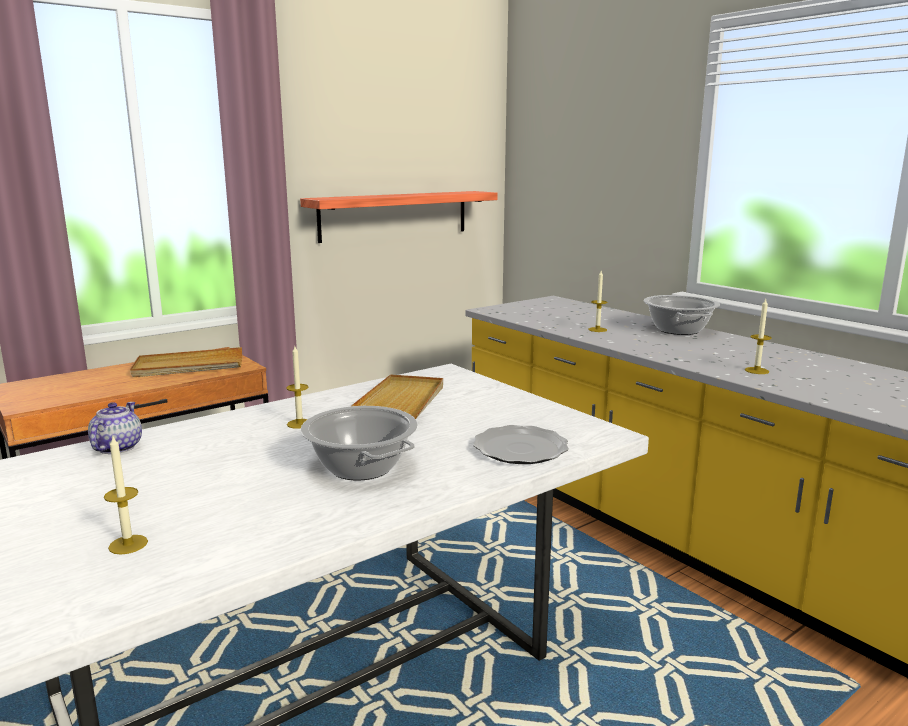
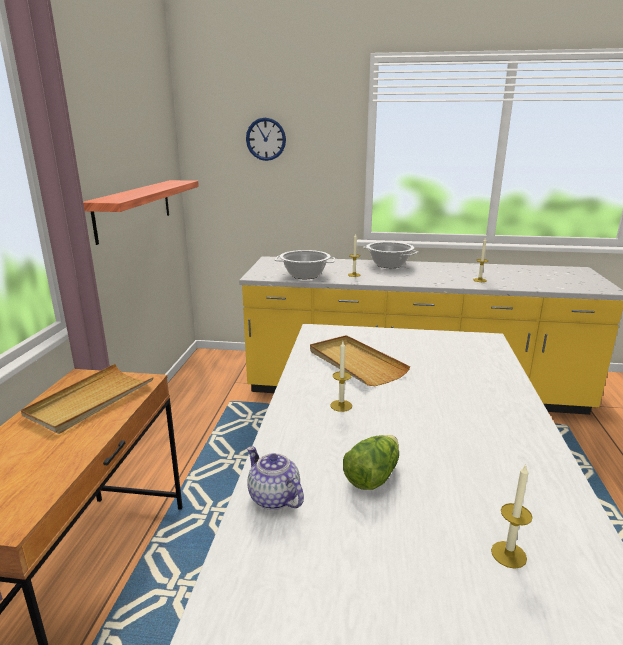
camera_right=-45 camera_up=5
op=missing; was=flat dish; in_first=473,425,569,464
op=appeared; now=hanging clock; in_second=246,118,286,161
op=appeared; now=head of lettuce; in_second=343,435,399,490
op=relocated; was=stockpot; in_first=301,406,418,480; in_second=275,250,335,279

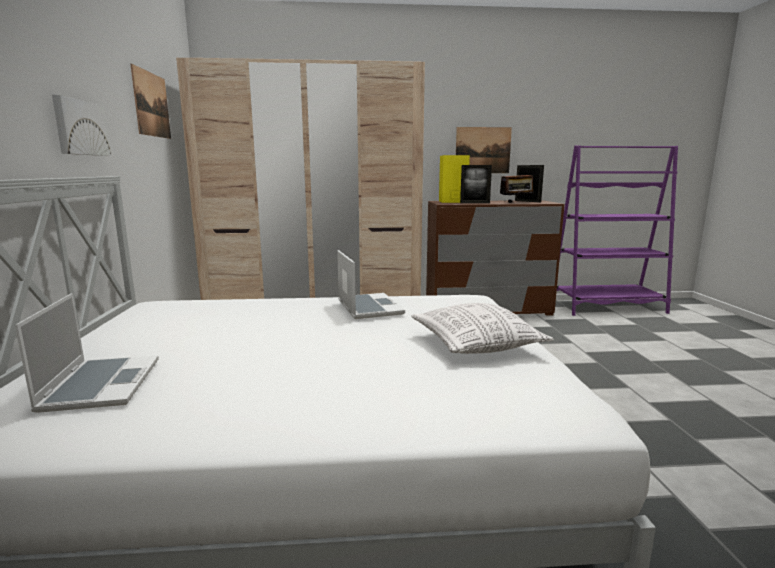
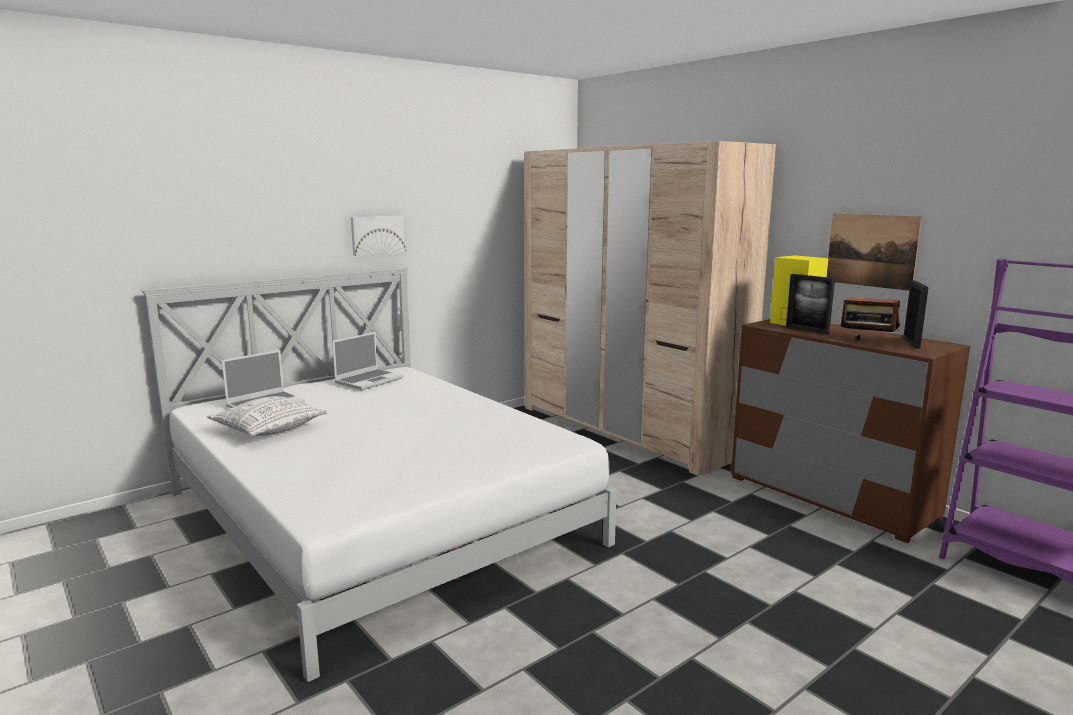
camera_right=55 camera_up=0
op=missing; was=picture; in_first=131,64,171,139
op=relocated; was=notebook computer; in_first=337,250,405,319; in_second=332,332,403,390
op=relocated; was=throw pillow; in_first=411,303,554,354; in_second=207,396,327,436

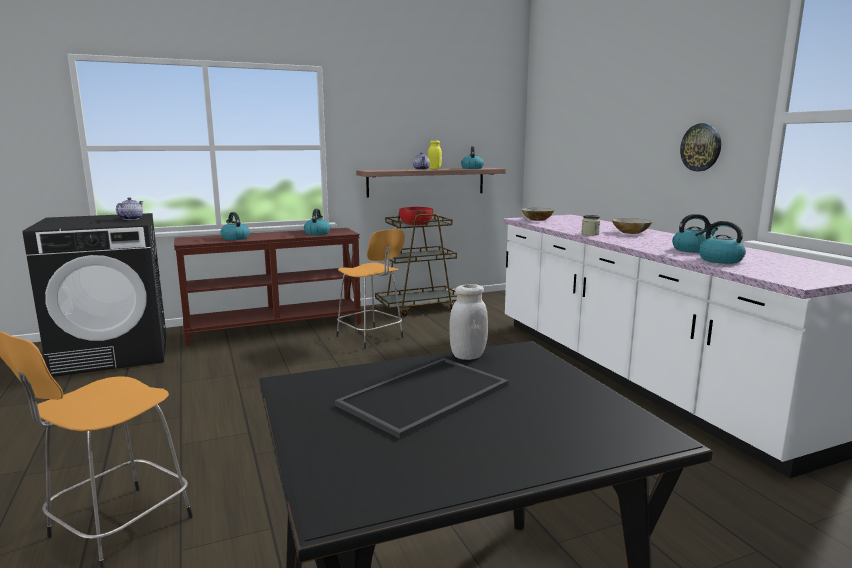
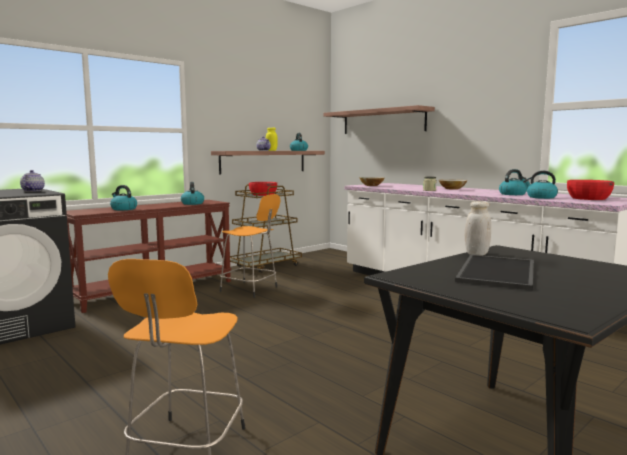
camera_right=-20 camera_up=-5
op=missing; was=hanging clock; in_first=680,123,721,171
op=appeared; now=bracket shelf; in_second=324,105,435,134
op=appeared; now=serving bowl in red-coloured; in_second=567,180,614,200

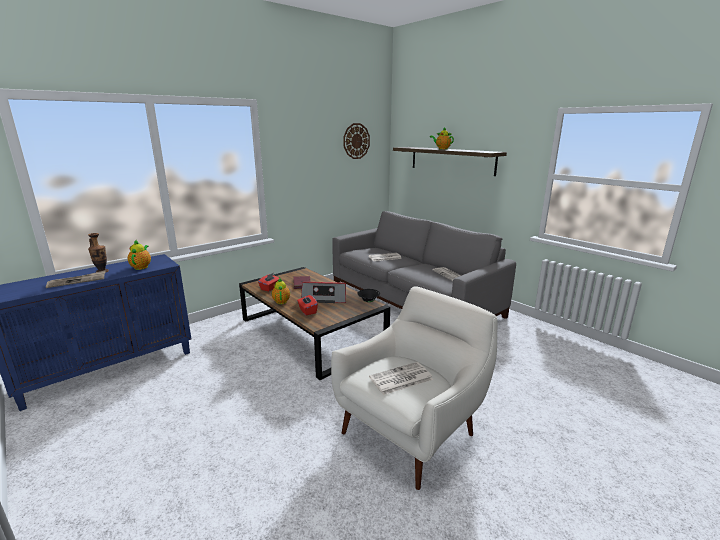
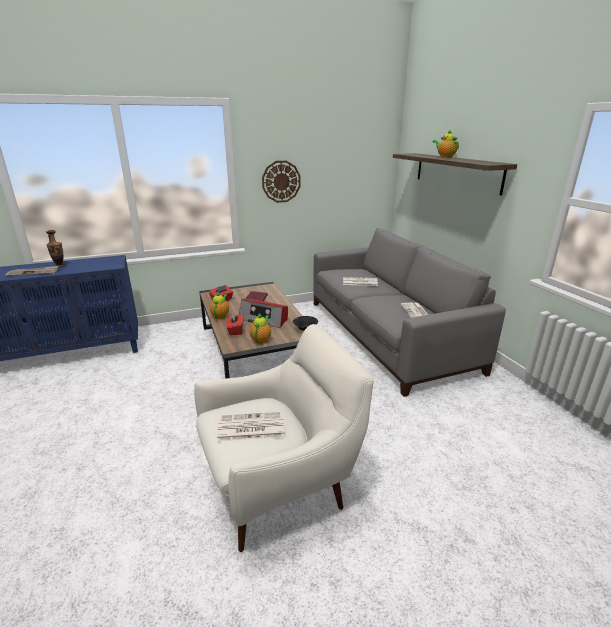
camera_right=20 camera_up=5
op=relocated; was=pot for tea; in_first=128,240,151,270; in_second=250,313,271,344
op=relocated; was=hanging clock; in_first=343,123,370,159; in_second=262,161,301,203

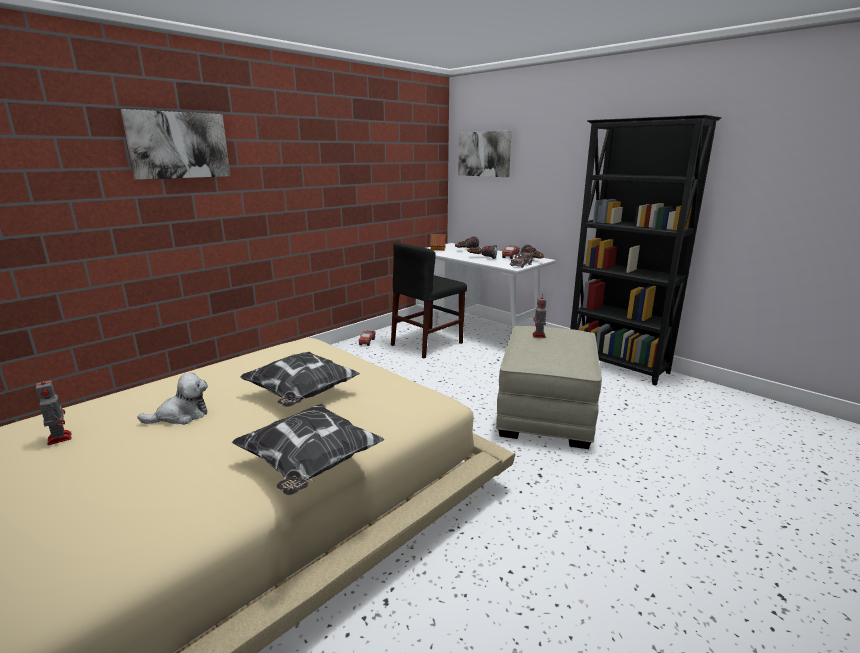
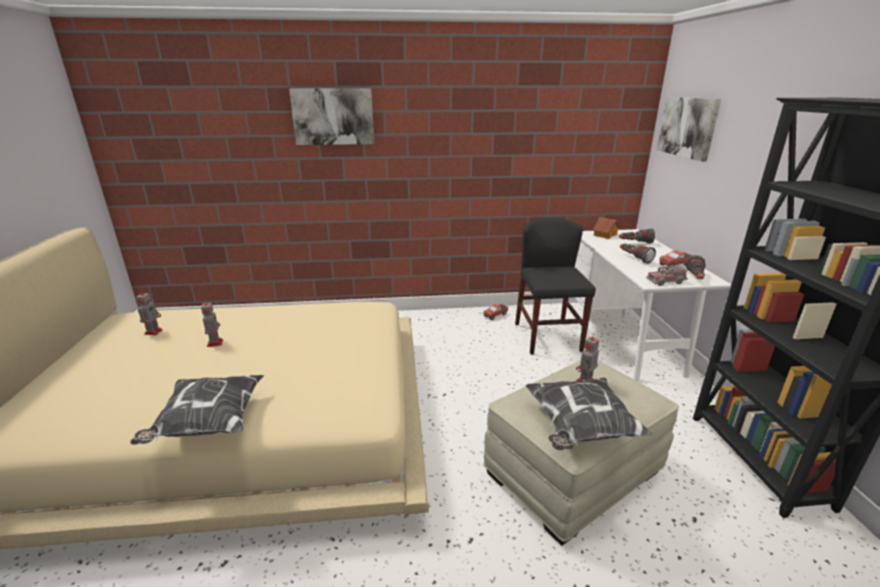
camera_right=40 camera_up=5
op=relocated; was=throw pillow; in_first=240,352,360,407; in_second=525,378,652,451
op=exchanged; was=plush toy; now=toy robot; in_first=138,373,208,425; in_second=201,300,223,347
op=spun; was=chair in black; in_first=391,242,467,358; in_second=515,218,596,355; clockwise=90

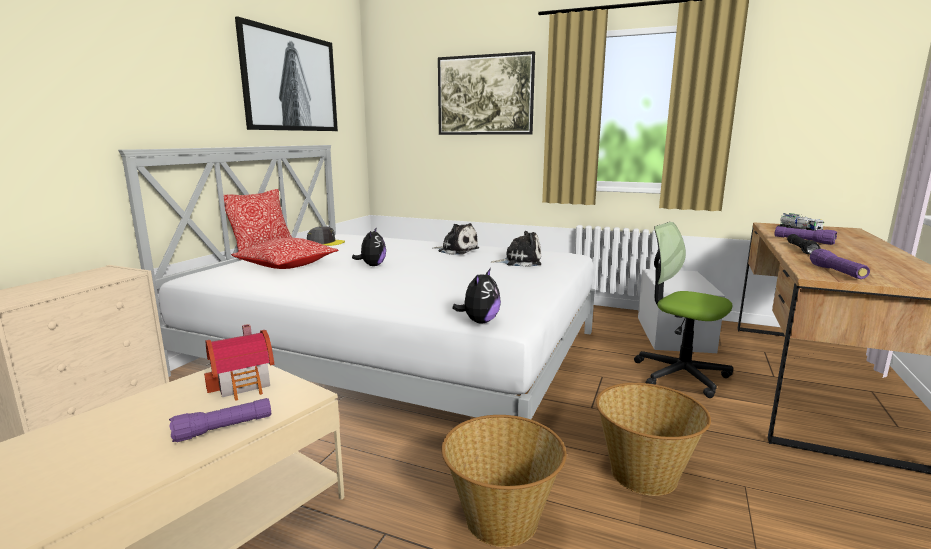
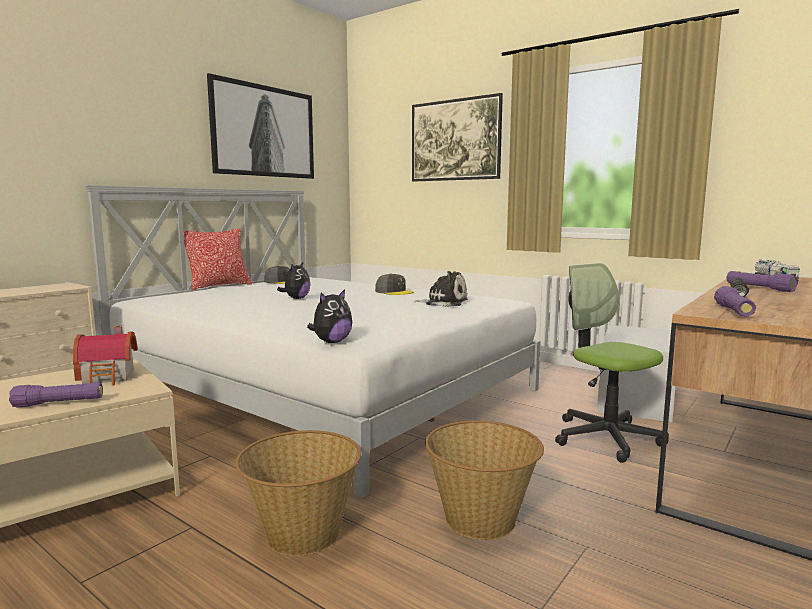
camera_right=15 camera_up=-5
op=missing; was=throw pillow; in_first=231,238,338,269
op=exchanged; was=plush toy; now=baseball cap in grey; in_first=433,223,479,255; in_second=375,274,414,295

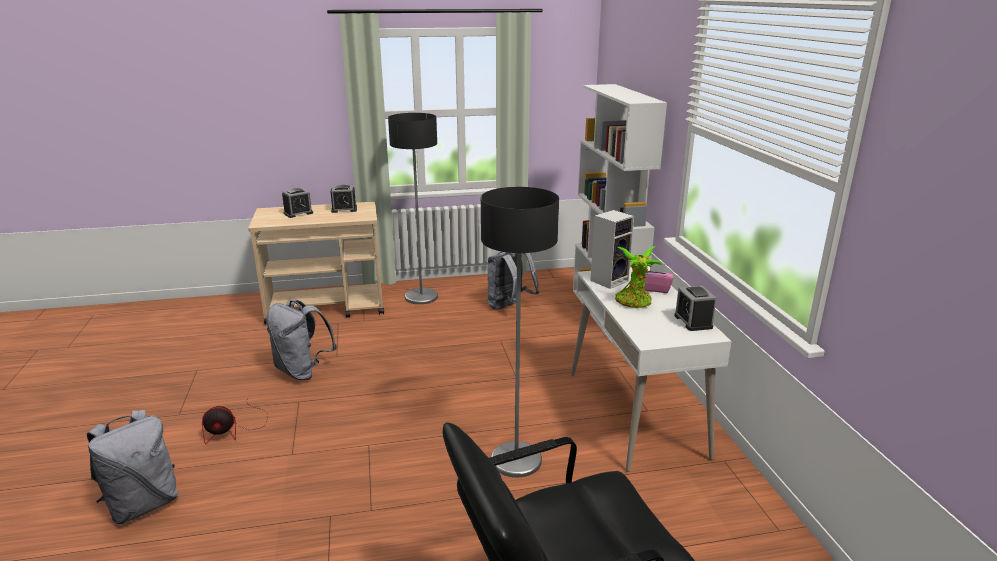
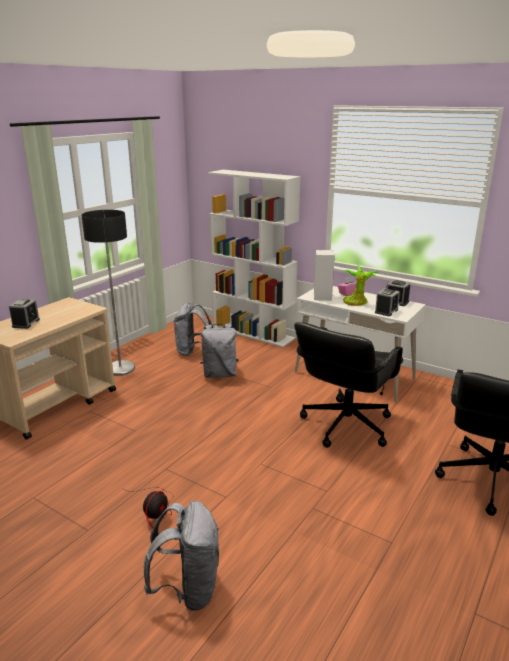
camera_right=-45 camera_up=0
op=relocated; was=knapsack in grey; in_first=266,300,337,380; in_second=200,323,239,378
op=relocated; was=table clock; in_first=331,185,357,213; in_second=375,288,400,316
op=exchanged; was=floor lamp; now=desk chair in black; in_first=481,187,559,477; in_second=294,322,403,448

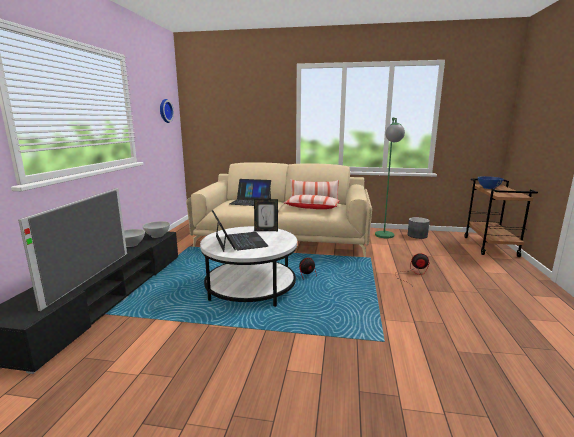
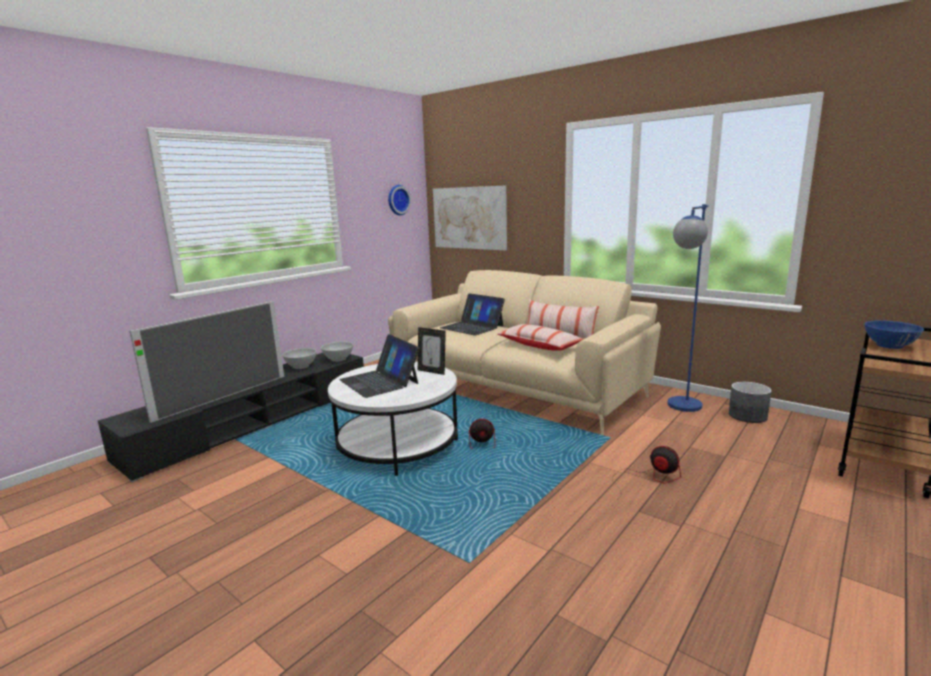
camera_right=30 camera_up=0
op=appeared; now=picture; in_second=433,186,507,250
op=colour; was=floor lamp in green-coloured; now=floor lamp in blue-coloured; in_first=375,117,405,238; in_second=667,204,709,412
op=spun; was=notebook computer; in_first=212,210,268,252; in_second=339,334,420,398; clockwise=135

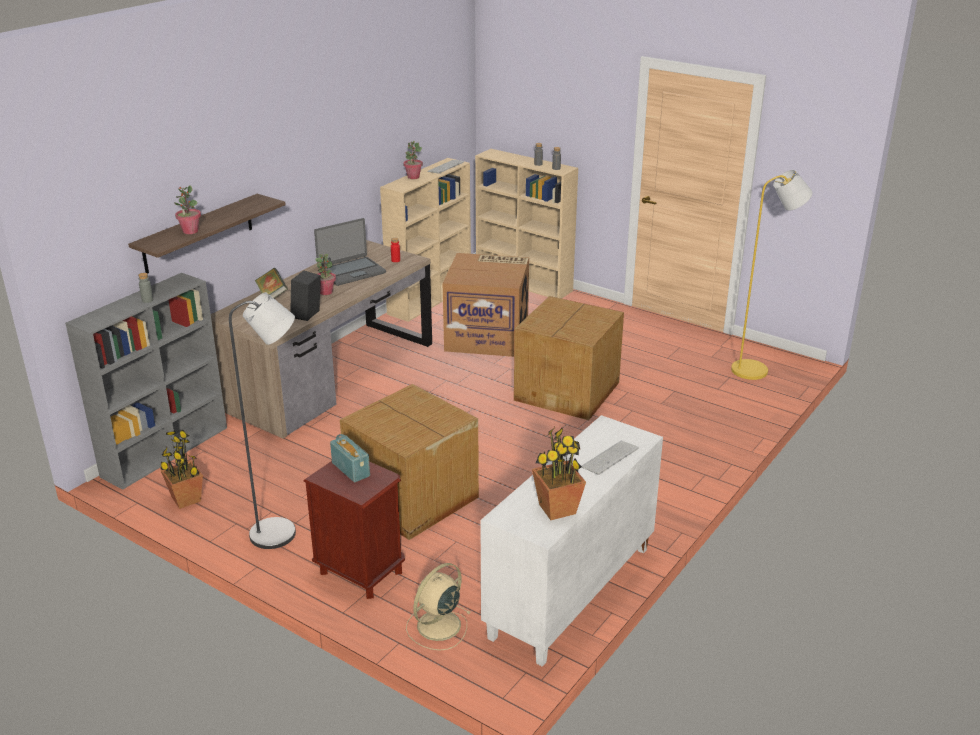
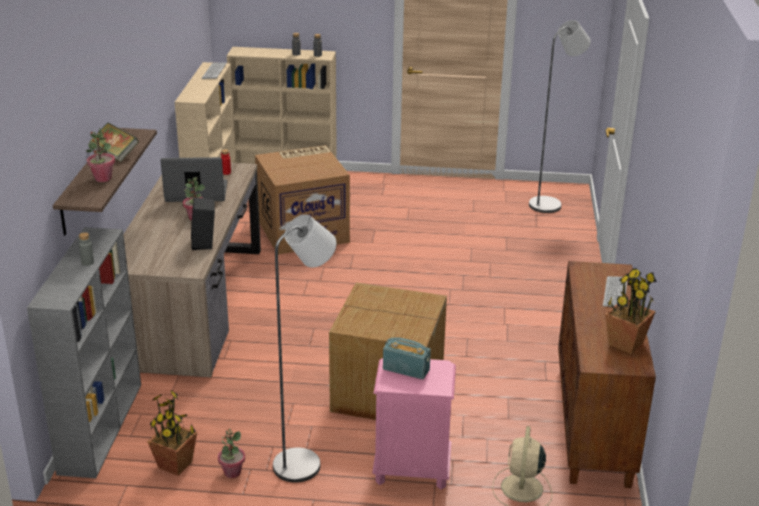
camera_right=-30 camera_up=0
op=missing; was=packing box; in_first=514,296,624,420
op=relocated; was=volume; in_first=255,268,288,298; in_second=89,122,139,162
op=relocated; was=plant in a pot; in_first=403,141,423,179; in_second=218,429,245,478
op=colour; was=night table in brownish; now=night table in pink; in_first=303,461,405,599; in_second=372,358,456,490
op=colour; was=storage cabinet in white; now=storage cabinet in brownish; in_first=480,415,663,667; in_second=558,261,656,488
op=colour; was=floor lamp in yellow; now=floor lamp in grey; in_first=731,170,813,380; in_second=529,20,591,213
op=spun; was=notebook computer; in_first=314,218,386,286; in_second=160,157,227,202; clockwise=-120

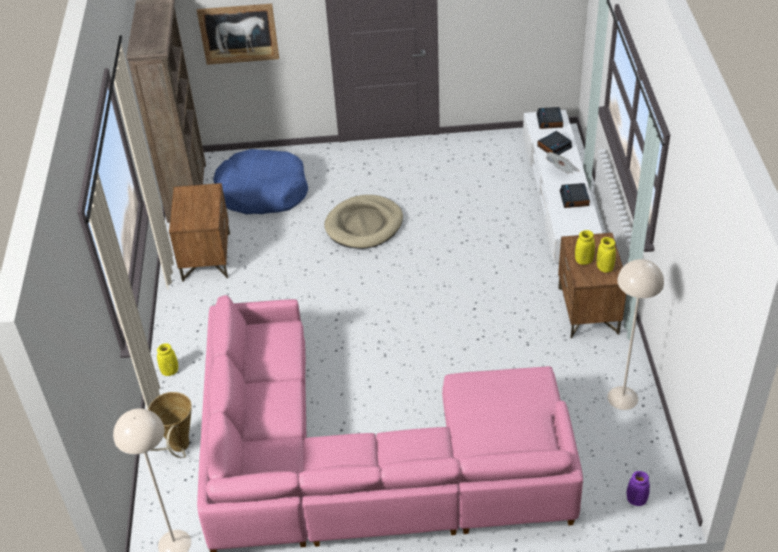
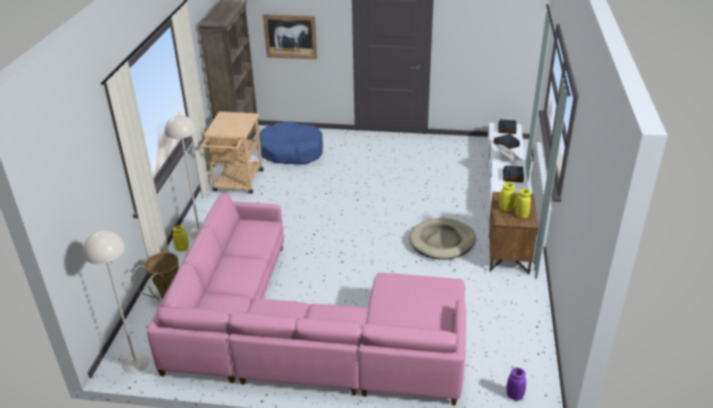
camera_right=10 camera_up=-10
op=relocated; was=pet bed in sand-coloured; in_first=324,195,403,249; in_second=409,218,476,259
op=relocated; was=floor lamp in sand-coloured; in_first=607,259,664,410; in_second=165,115,202,238
op=exchanged; was=night table in brownish; now=wheeled cart in sand-coloured; in_first=169,183,230,282; in_second=201,112,264,194

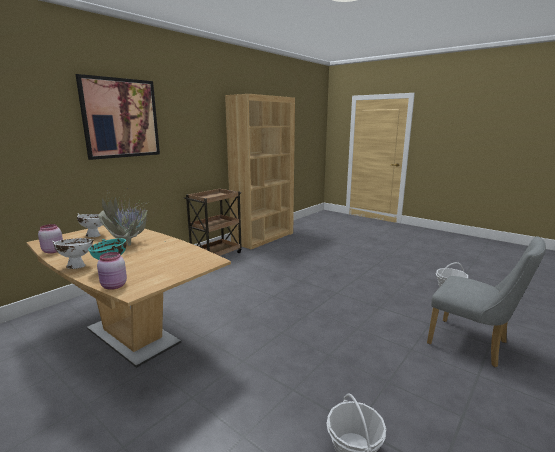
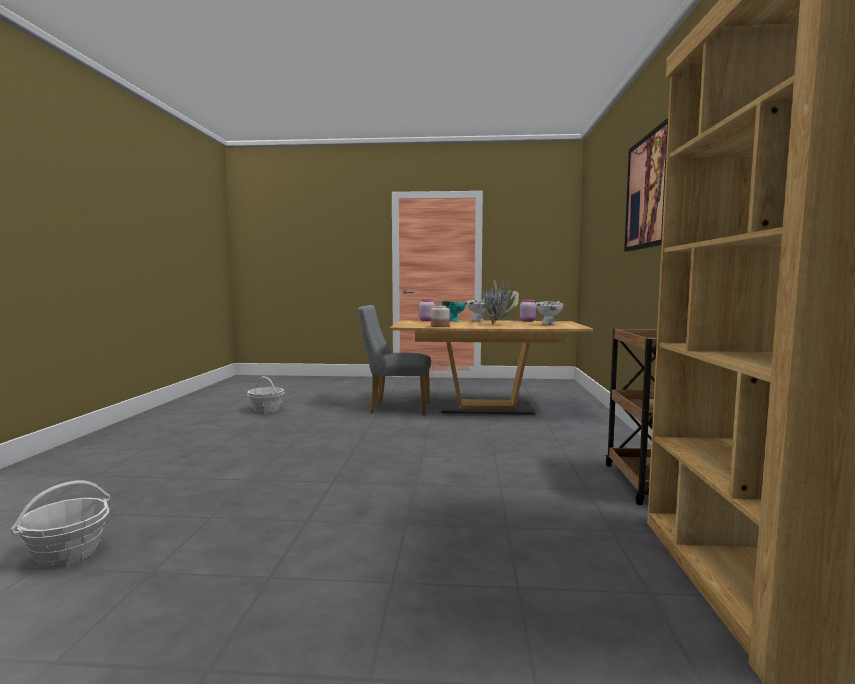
camera_right=145 camera_up=-10
op=appeared; now=jar; in_second=431,306,450,327
op=relocated; was=chair in grey; in_first=427,236,546,367; in_second=358,305,431,415

